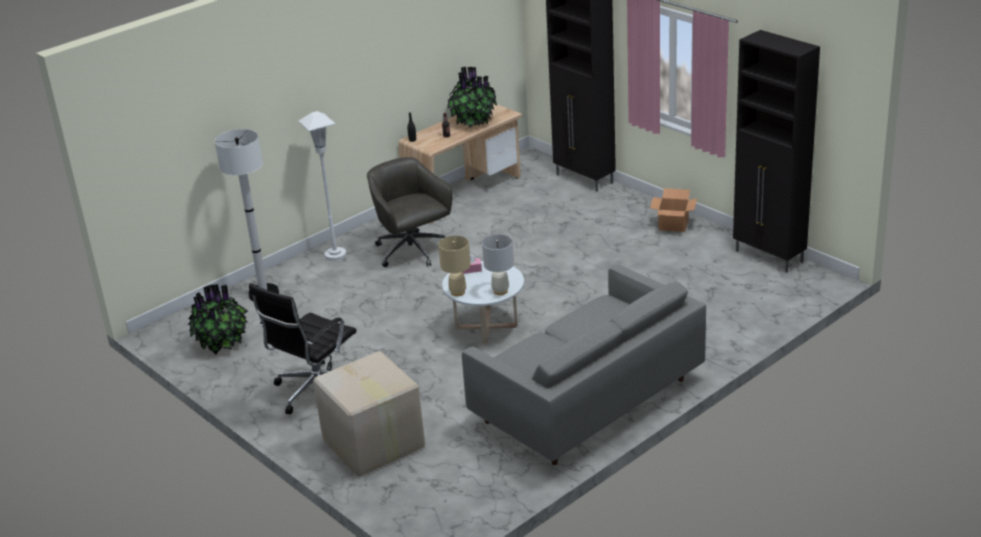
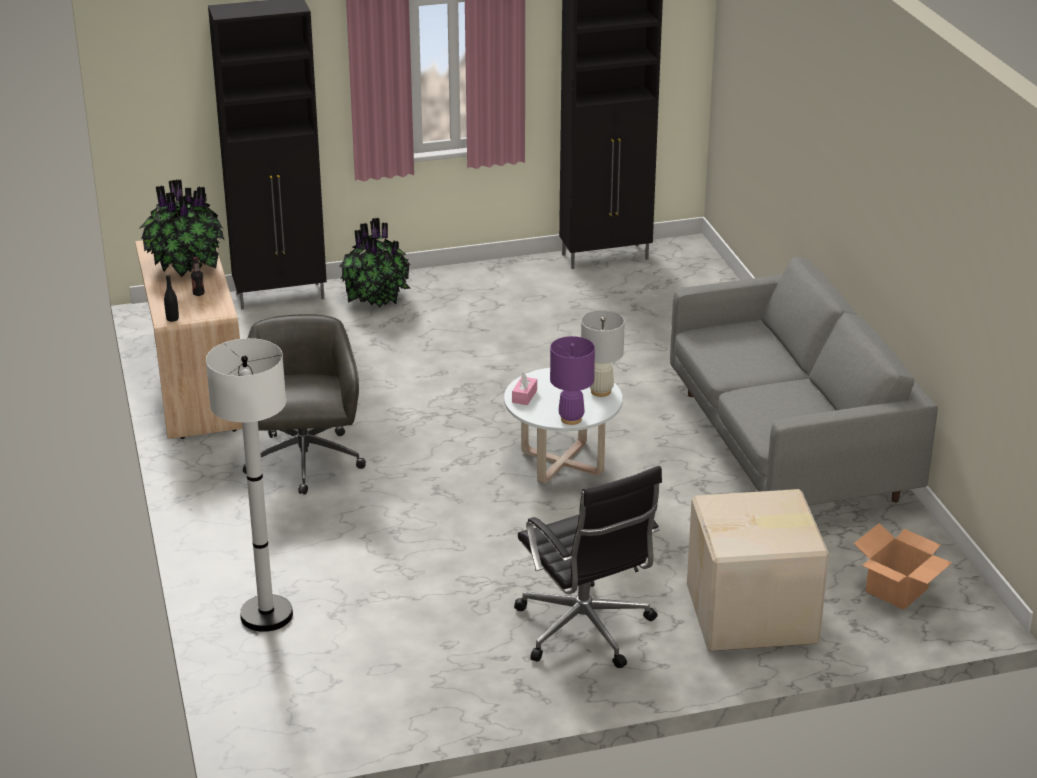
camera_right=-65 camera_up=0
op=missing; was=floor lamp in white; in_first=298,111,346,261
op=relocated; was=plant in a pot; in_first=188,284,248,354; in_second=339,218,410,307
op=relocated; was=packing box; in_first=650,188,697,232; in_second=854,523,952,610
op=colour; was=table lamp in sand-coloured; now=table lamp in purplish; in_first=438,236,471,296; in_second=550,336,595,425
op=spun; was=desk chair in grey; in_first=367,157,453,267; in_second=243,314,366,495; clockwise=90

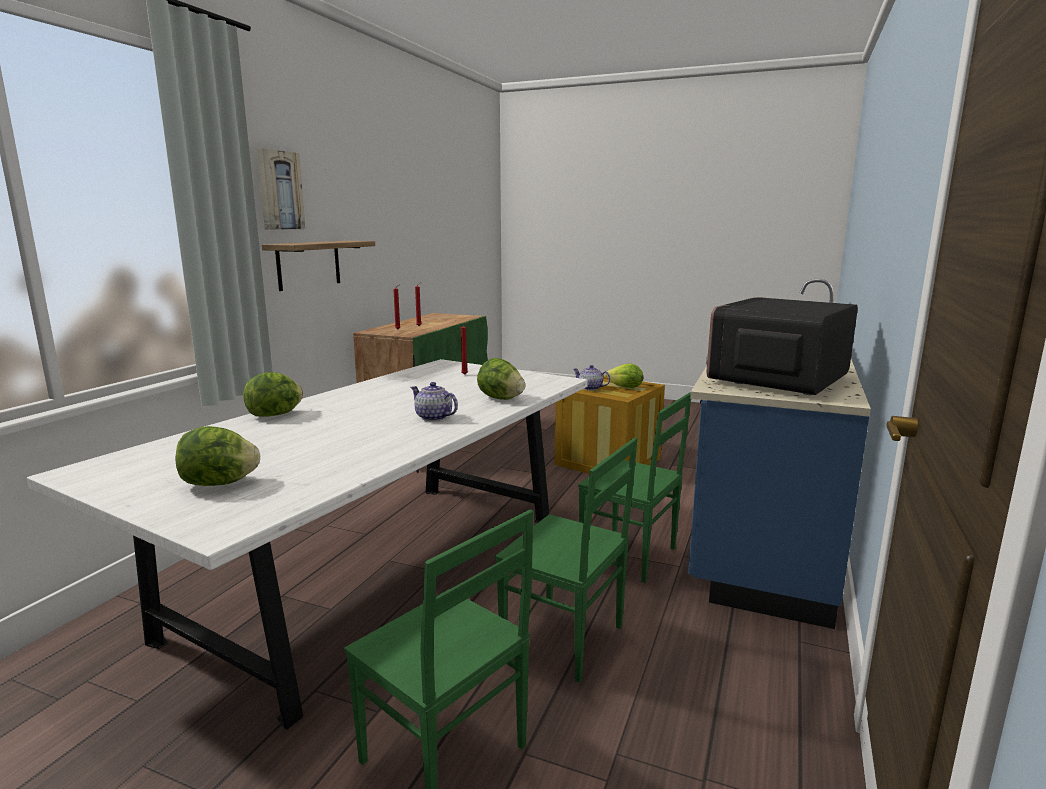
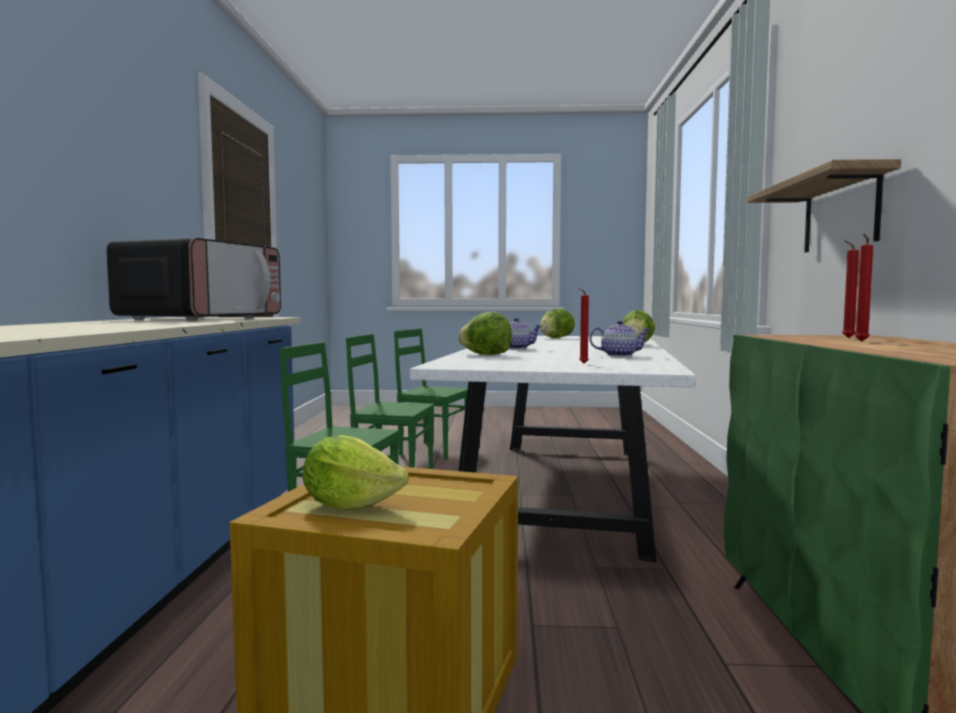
camera_right=160 camera_up=-10
op=missing; was=picture; in_first=257,148,305,230
op=relocated; was=pot for tea; in_first=573,365,610,390; in_second=589,320,651,357

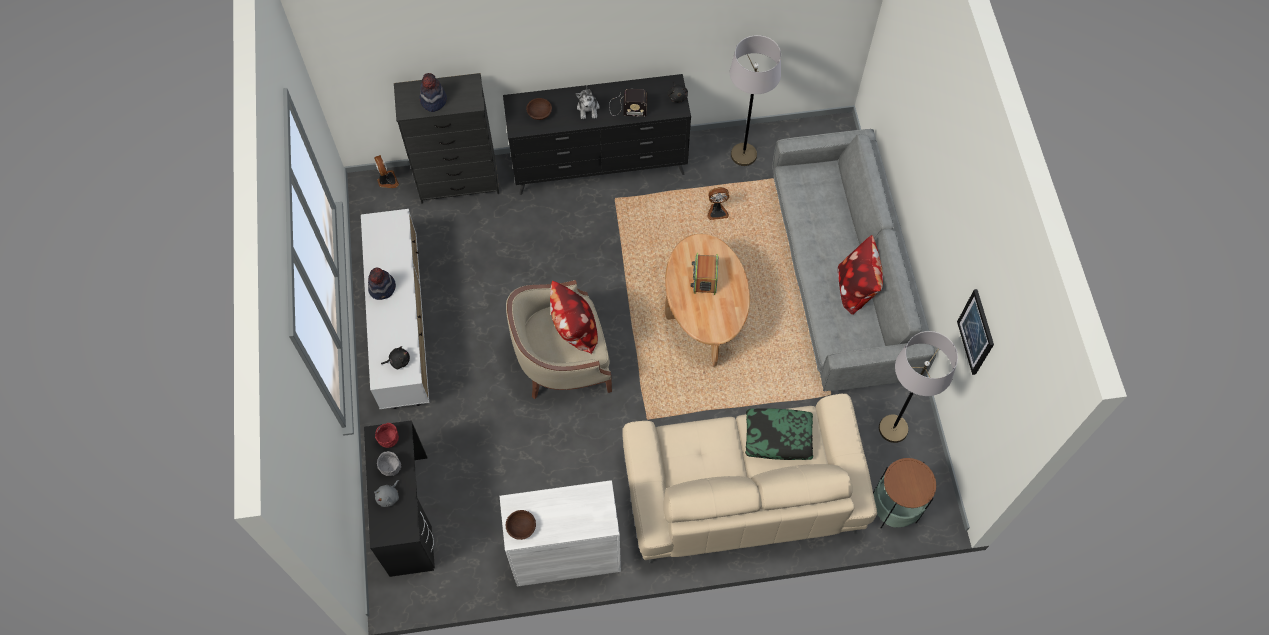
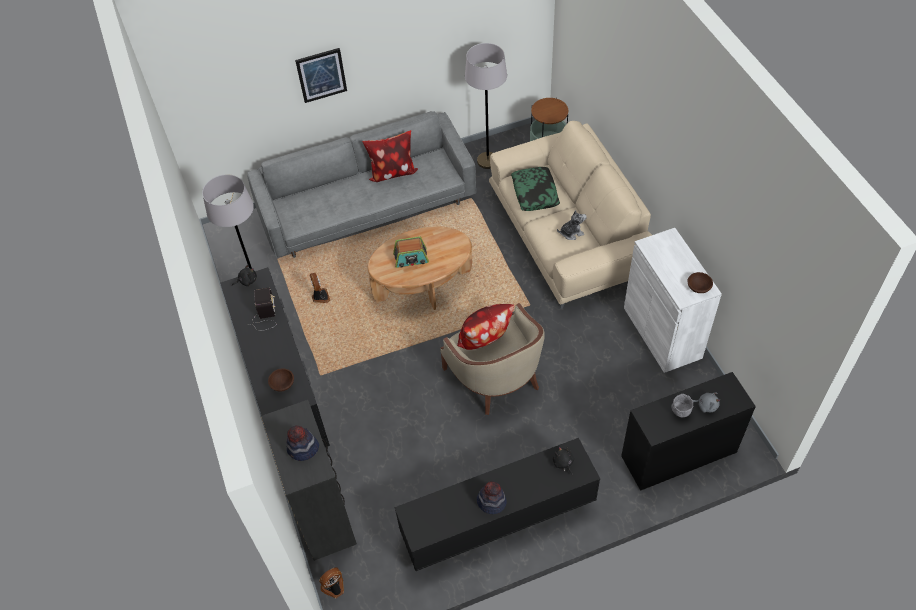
camera_right=-100 camera_up=-10
op=missing; was=serving bowl in red-coloured; in_first=375,423,399,448
op=relocated; was=plush toy; in_first=576,86,600,119; in_second=557,210,587,240
op=relocated; was=picture; in_first=957,289,994,375; in_second=295,48,347,103
op=colour; was=tv unit in white; now=tv unit in black; in_first=361,209,429,409; in_second=394,438,600,571

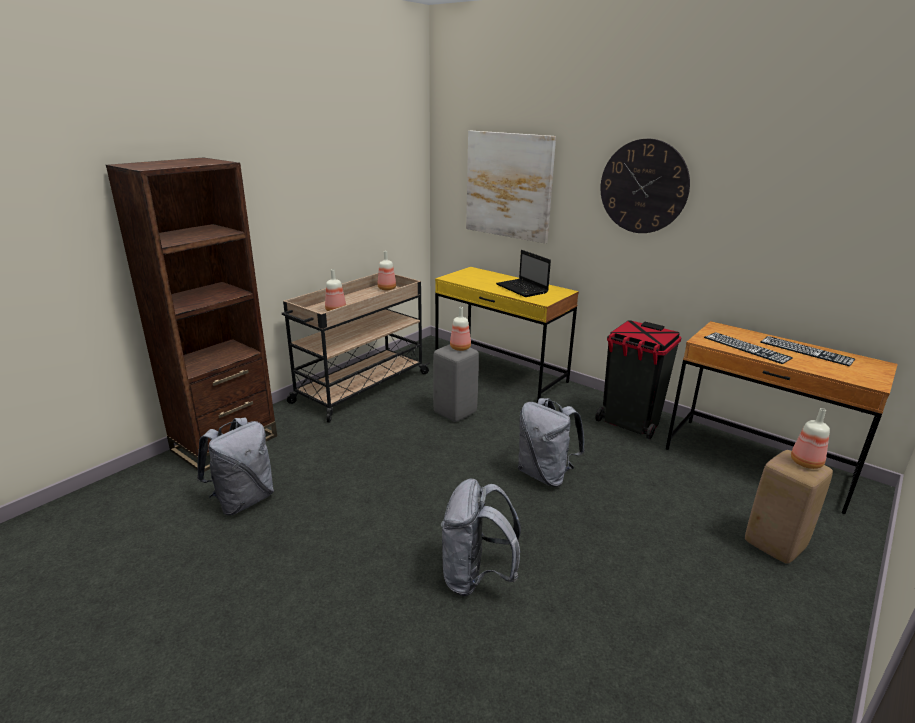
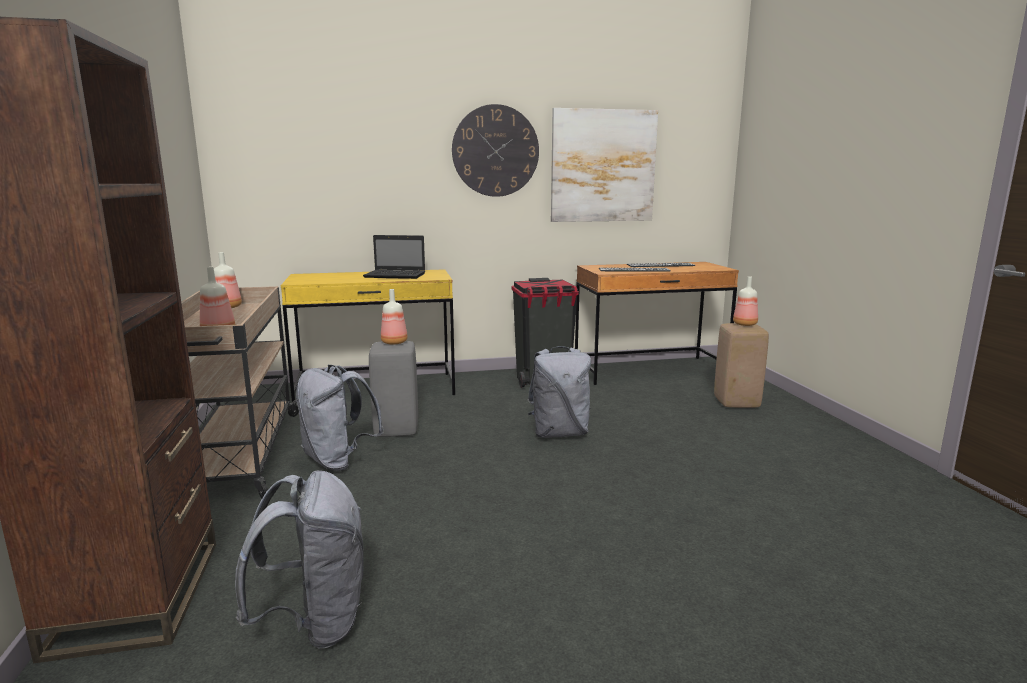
camera_right=-50 camera_up=-10
op=relocated; was=knapsack in grey; in_first=441,478,521,596; in_second=296,365,384,471
op=relocated; was=picture; in_first=466,131,556,243; in_second=551,108,658,222

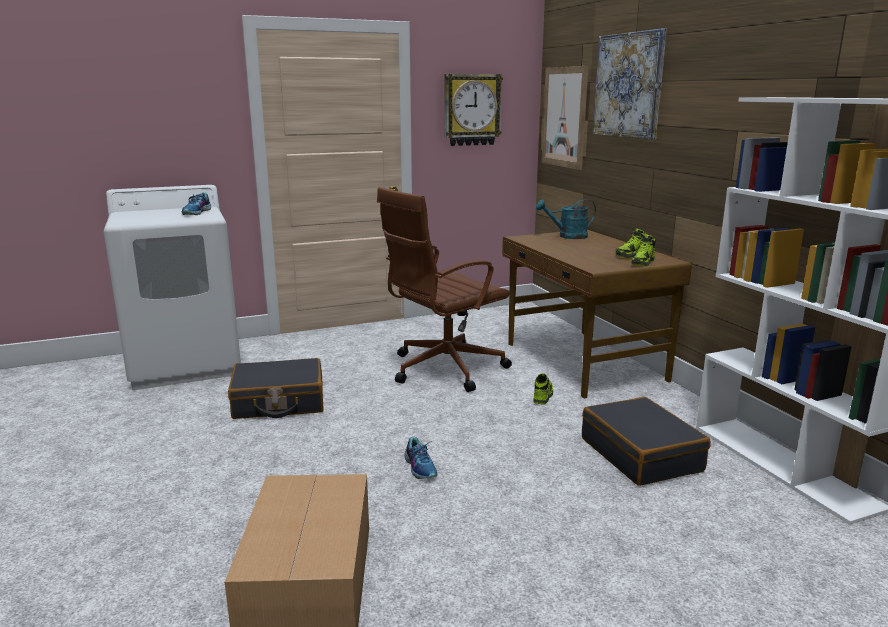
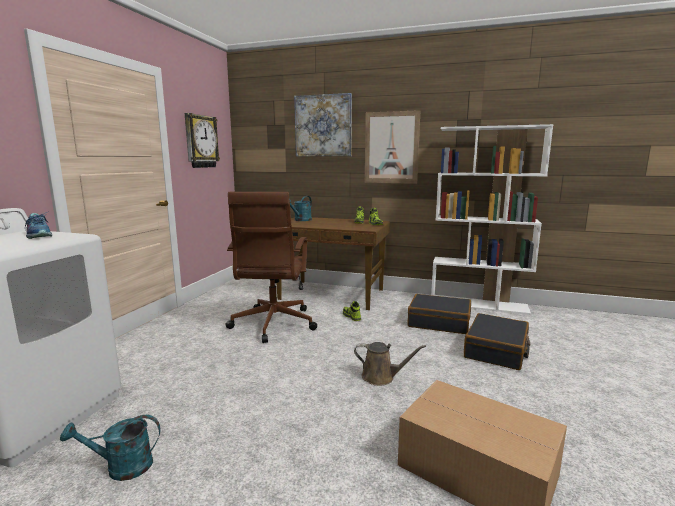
camera_right=-50 camera_up=-5
op=appeared; now=sprinkling can in turquoise; in_second=60,415,160,481
op=relocated; was=travel case in black; in_first=228,358,324,419; in_second=464,313,530,370
op=relocated; was=picture; in_first=542,66,588,170; in_second=365,110,420,184
op=exchanged; was=shoe; now=sprinkling can in brownish; in_first=405,437,438,479; in_second=354,342,426,386

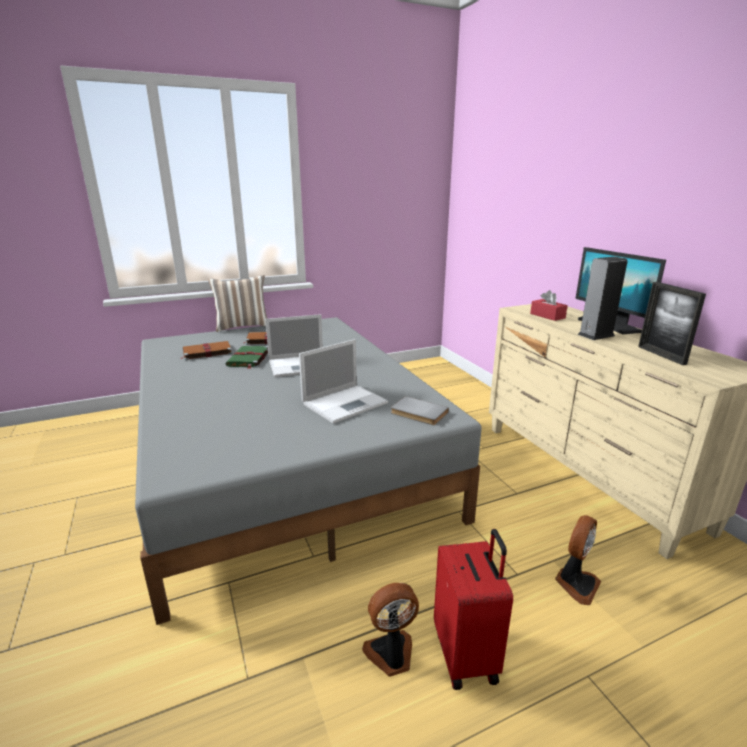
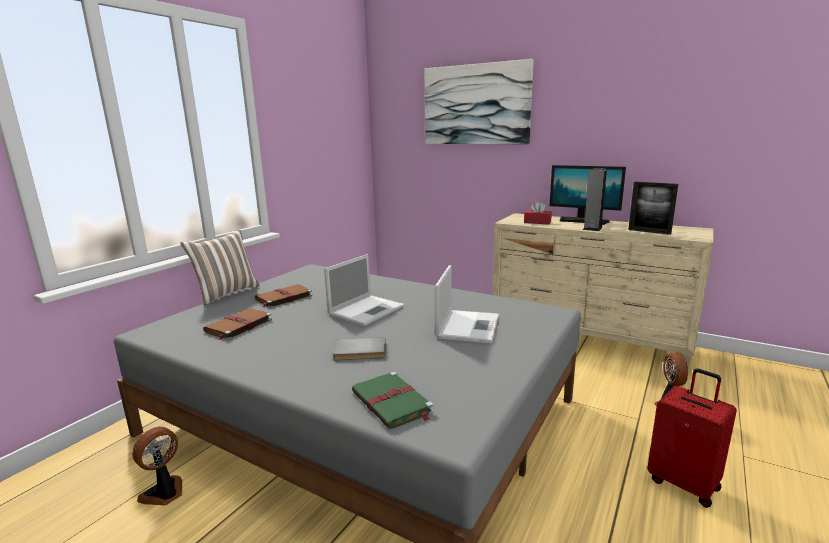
camera_right=-35 camera_up=-5
op=appeared; now=picture; in_second=424,59,534,144
op=relocated; was=volume in green-coloured; in_first=226,346,268,369; in_second=352,371,434,429
op=relocated; was=electric fan; in_first=362,583,419,677; in_second=132,427,182,506
op=relocated; was=volume in grey; in_first=391,396,449,425; in_second=332,337,386,360

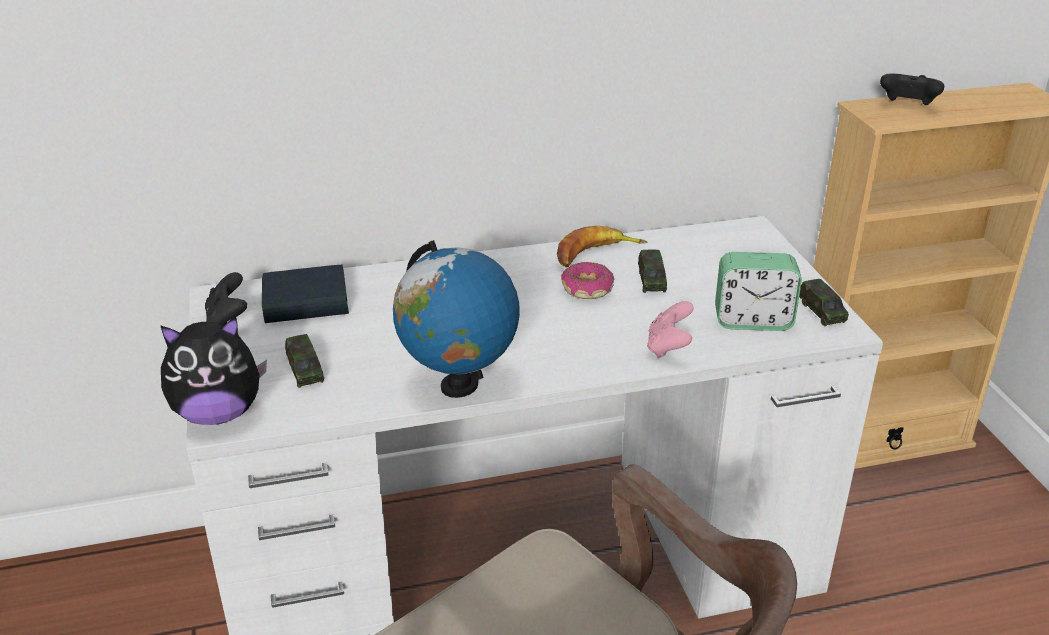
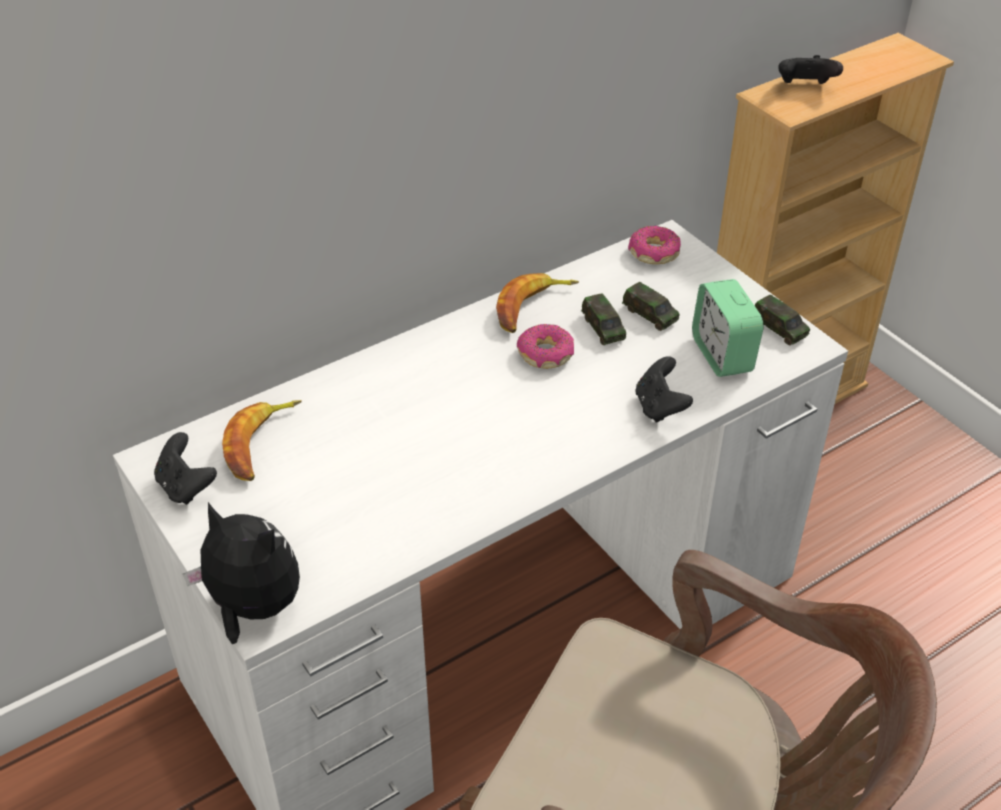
camera_right=-20 camera_up=10
op=missing; was=globe; in_first=393,240,520,398
op=appeared; now=donut; in_second=628,226,681,264
op=relocated; was=toy car; in_first=285,334,324,388; in_second=622,282,680,331
op=exchanged; was=volume; now=whole banana; in_first=262,265,349,323; in_second=222,400,302,481
op=colour; was=game controller in pink; now=game controller in black; in_first=647,301,694,358; in_second=635,356,693,423
op=spun; was=plush toy; in_first=160,316,267,425; in_second=183,502,300,644; clockwise=-120
op=spun; was=table clock; in_first=715,252,802,331; in_second=692,279,764,377; clockwise=90

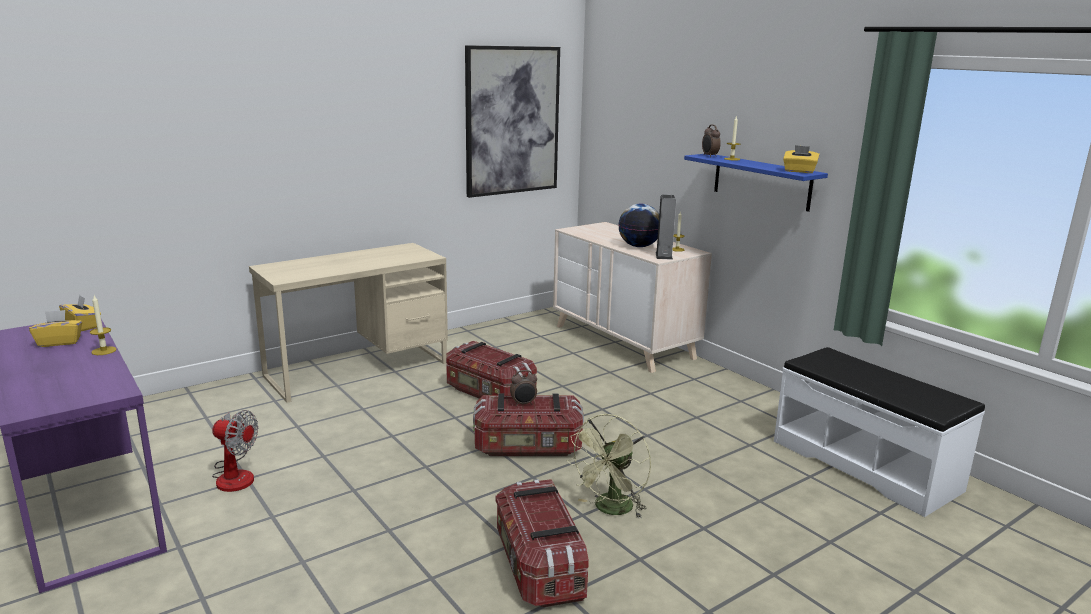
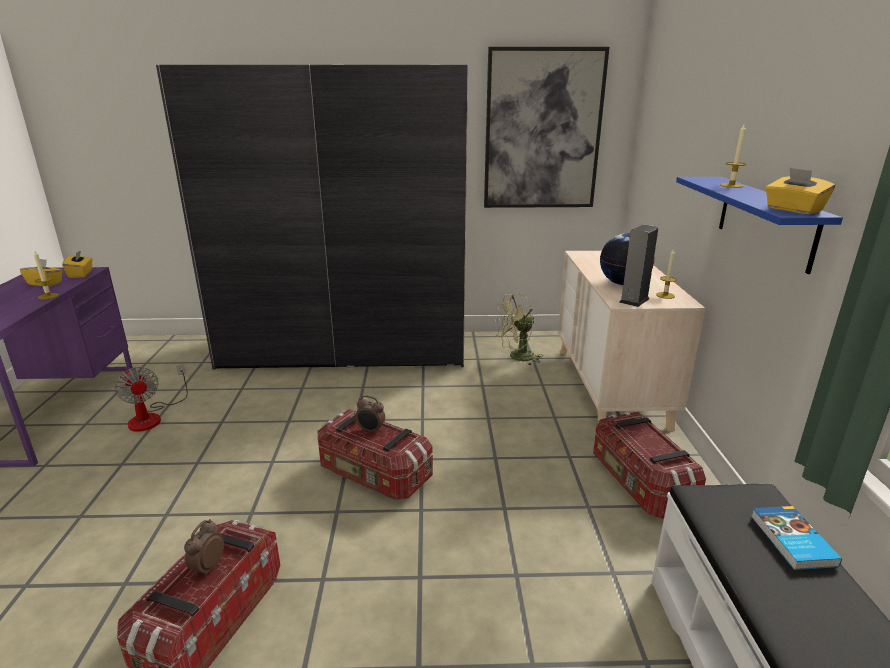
camera_right=35 camera_up=5
op=appeared; now=volume; in_second=751,506,842,570
op=relocated; was=storage container; in_first=446,341,537,399; in_second=593,412,706,519
op=relocated; was=electric fan in green-coloured; in_first=567,414,651,518; in_second=495,293,542,366
op=relocated; was=table clock; in_first=702,125,721,157; in_second=184,519,224,577
op=exchanged; was=desk in sand-coloured; now=clothes cupboard in grey; in_first=249,243,448,403; in_second=156,64,468,370

